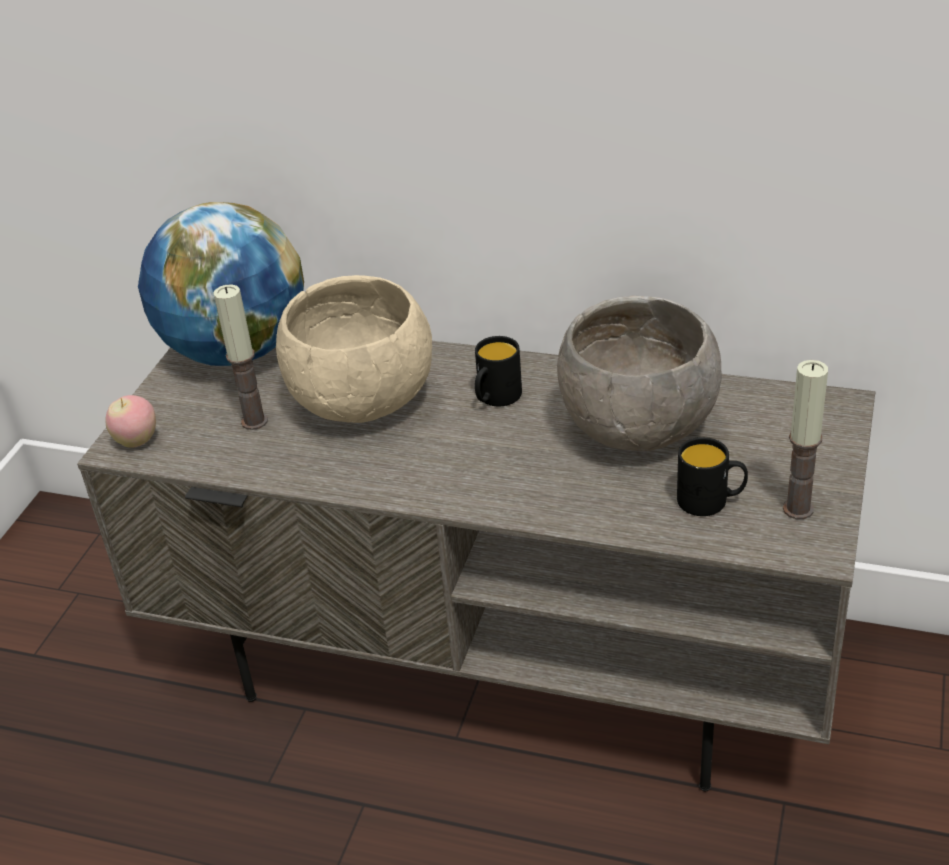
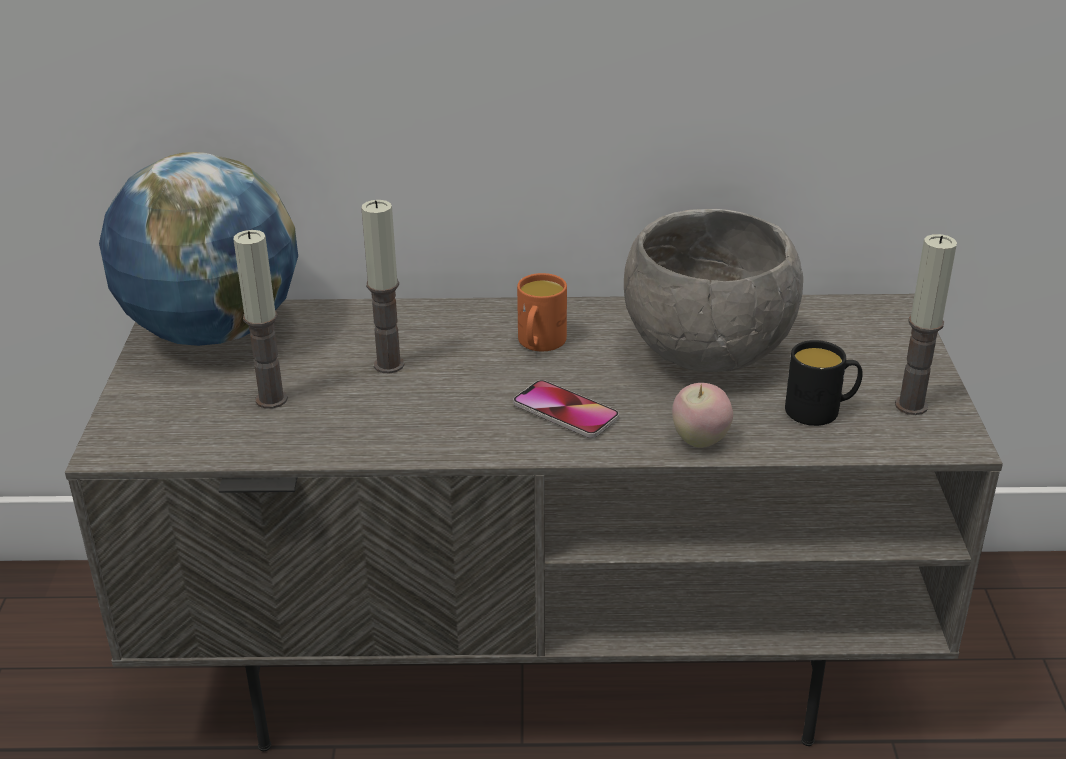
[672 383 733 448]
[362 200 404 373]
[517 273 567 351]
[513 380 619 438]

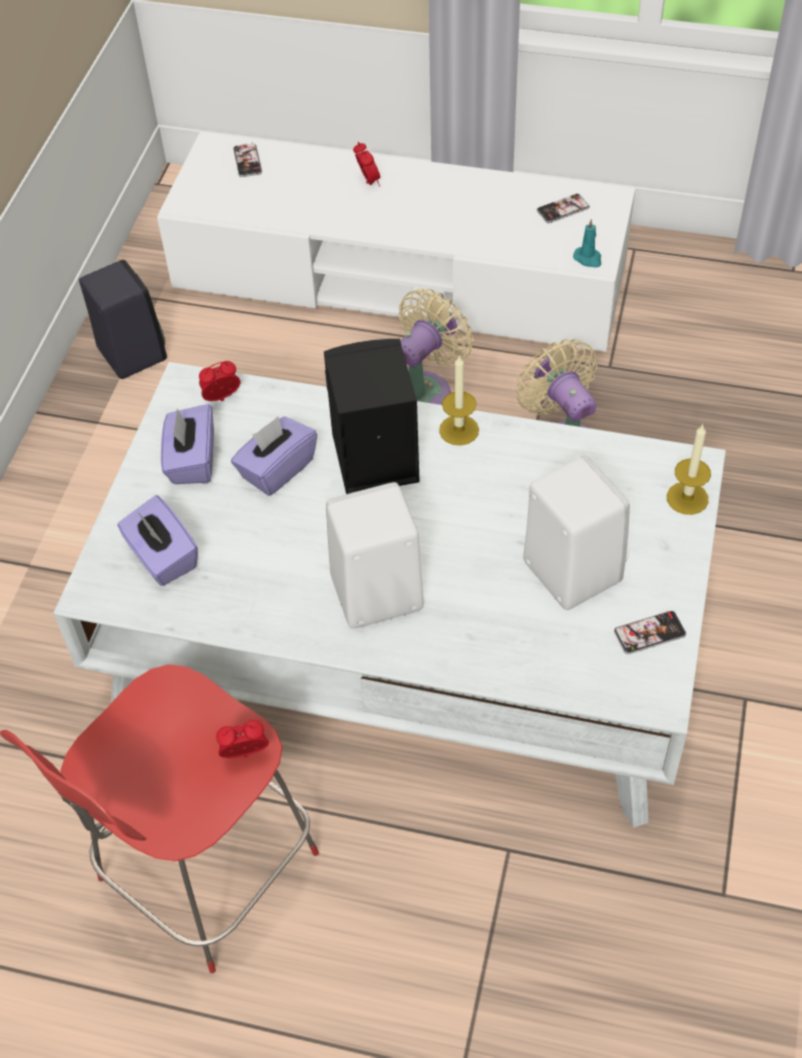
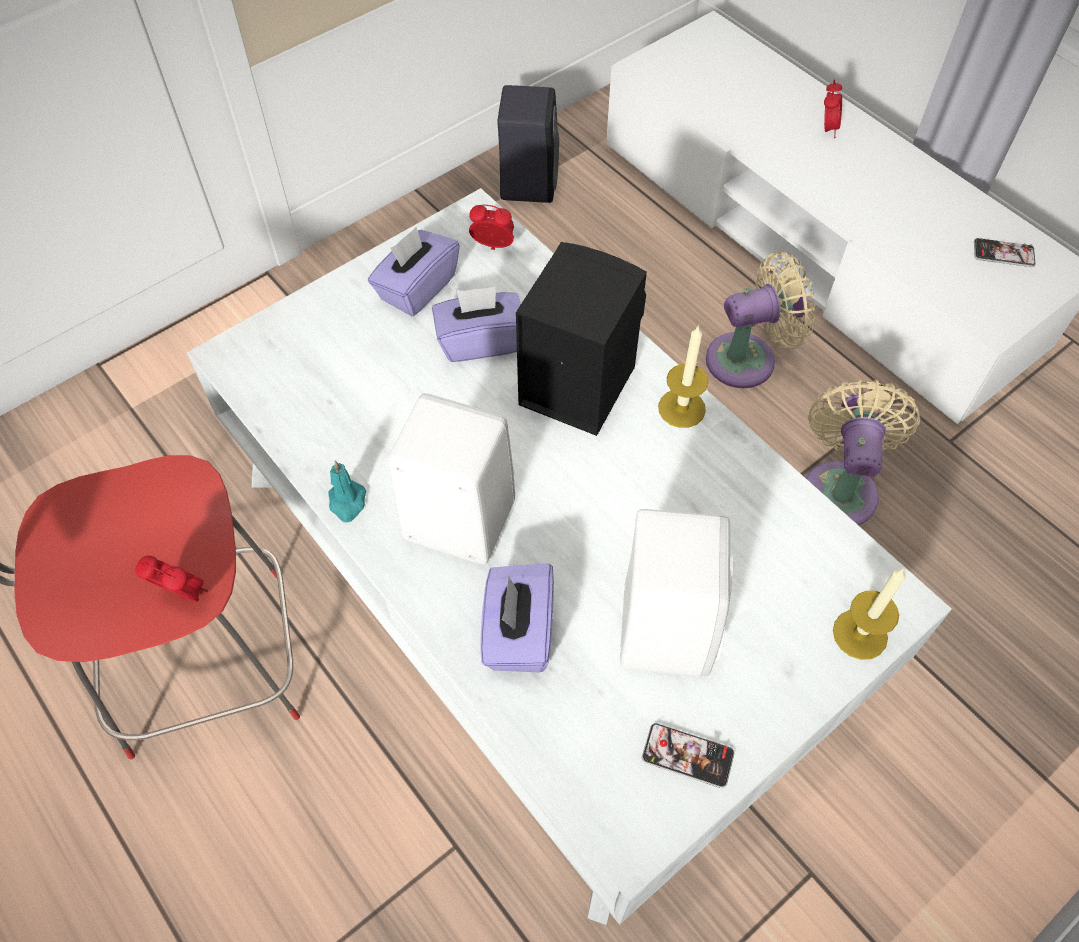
[480 563 554 673]
[233 143 262 177] (first image)
[328 460 366 523]

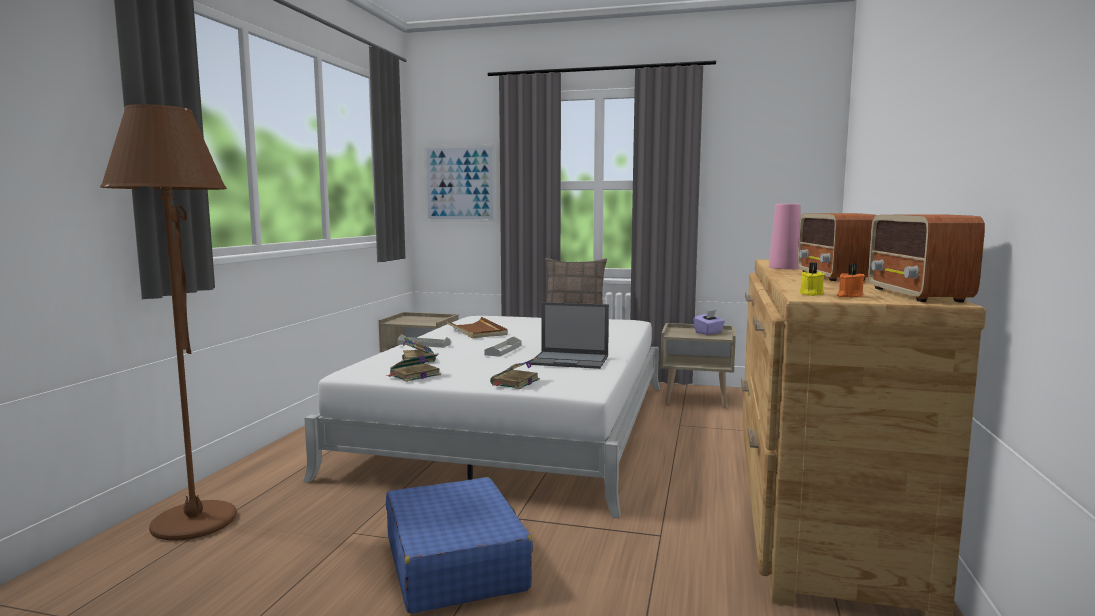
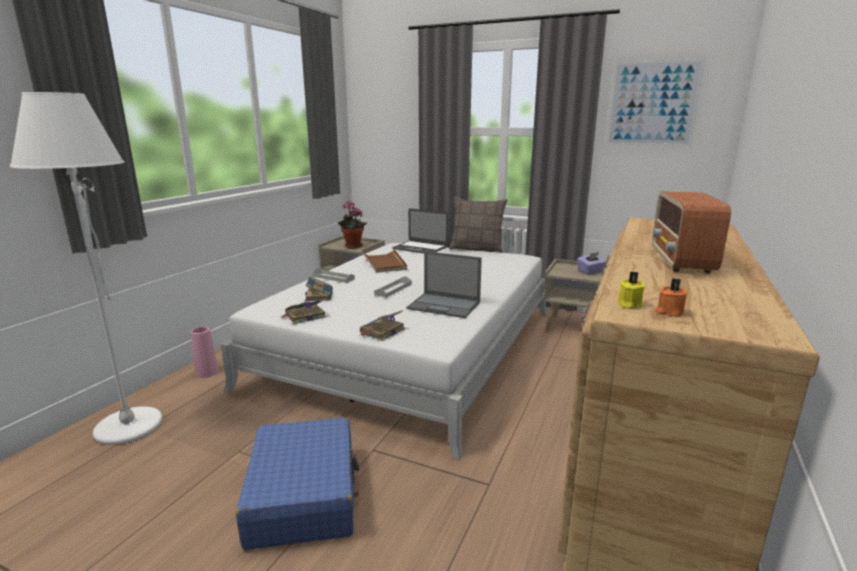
[9 92 162 444]
[606 58 705 147]
[191 327 219 378]
[868 215 985 302] (first image)
[338 201 367 248]
[392 209 448 253]

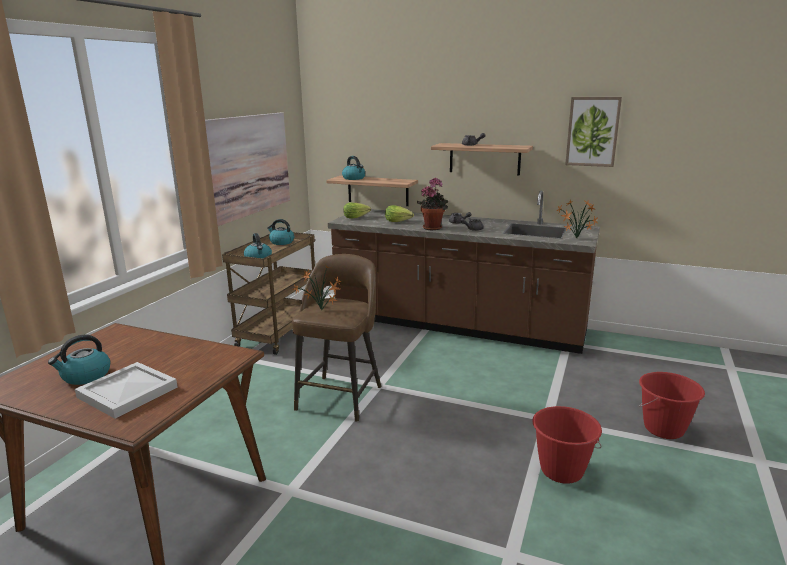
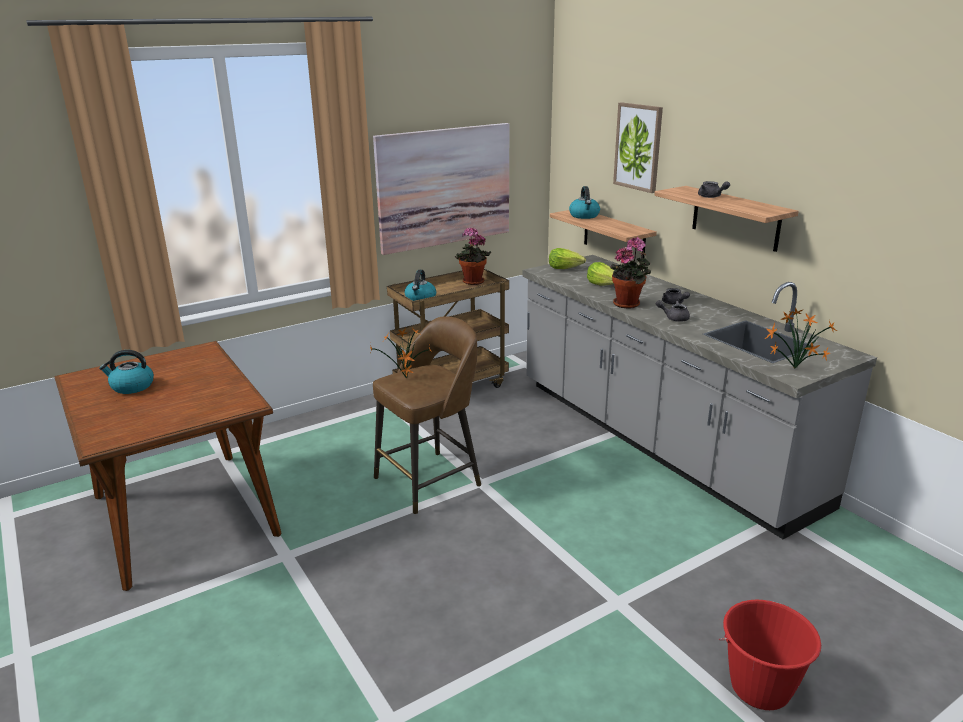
[75 362 178 419] (first image)
[455 228 491 285]
[522 255 877 539]
[532 406 602 484] (first image)
[613 102 663 193]

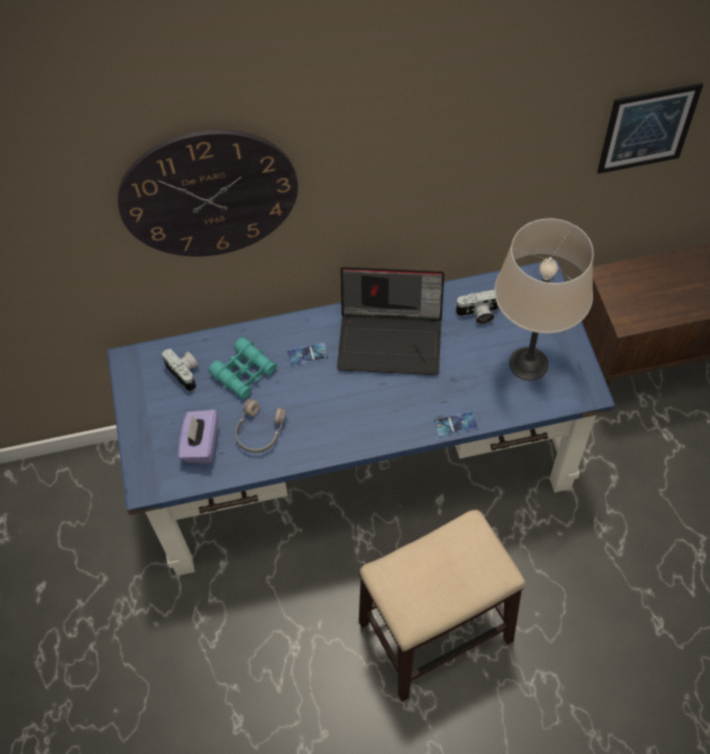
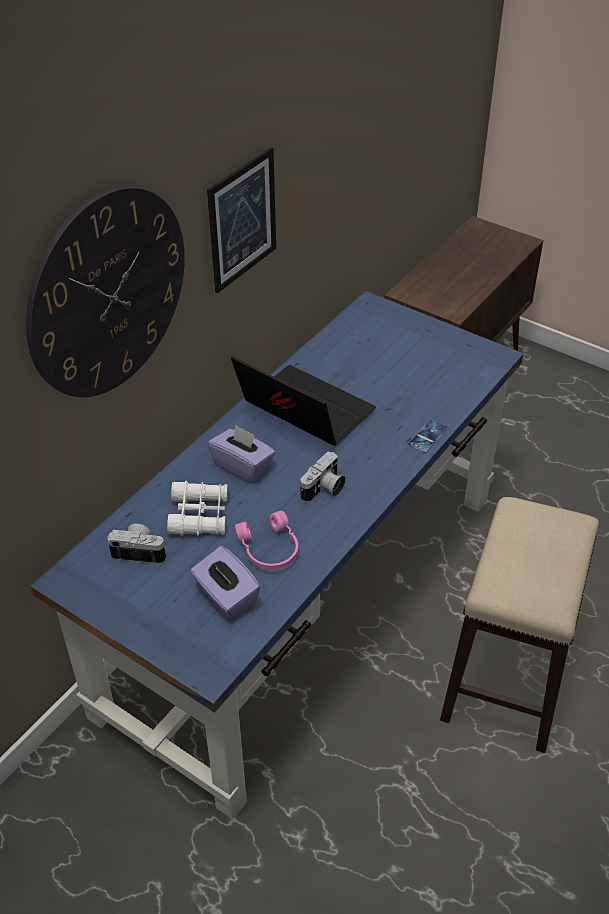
[167 481 228 536]
[235 511 298 569]
[208 424 275 483]
[231 356 376 446]
[300 452 346 502]
[494 219 594 381] (first image)
[207 147 276 293]

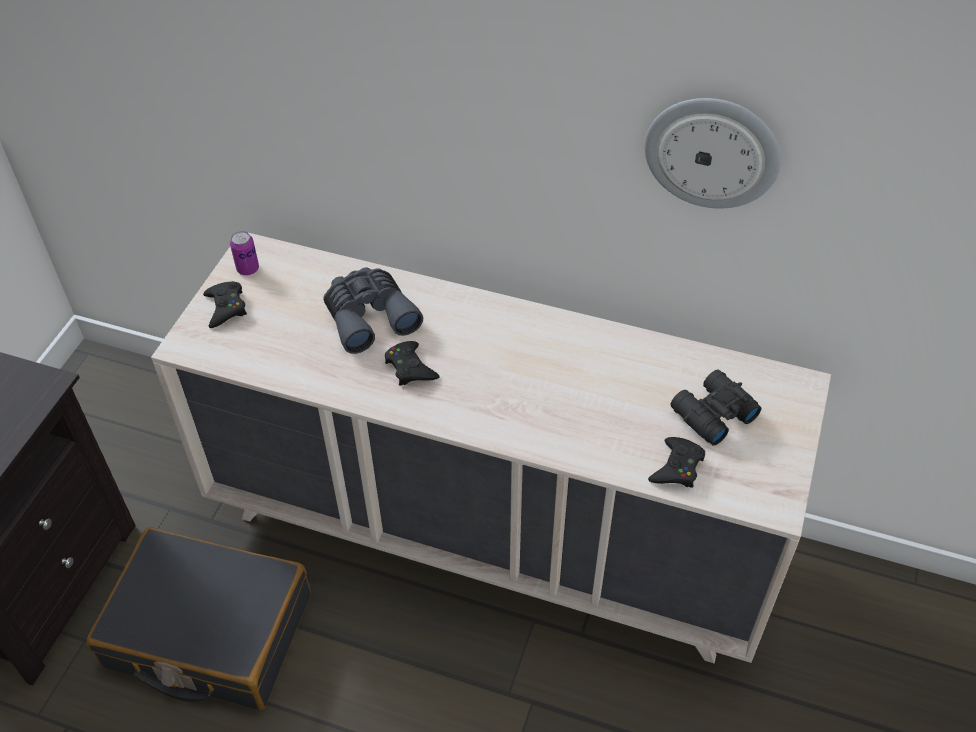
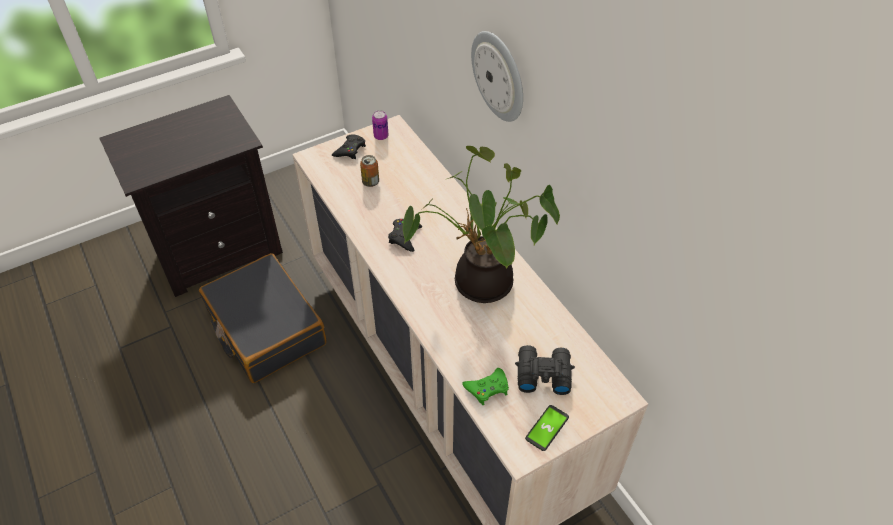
[323 267 423 354] (first image)
[471 31 523 122]
[462 368 509 405]
[360 155 379 187]
[403 146 560 303]
[525 405 569 451]

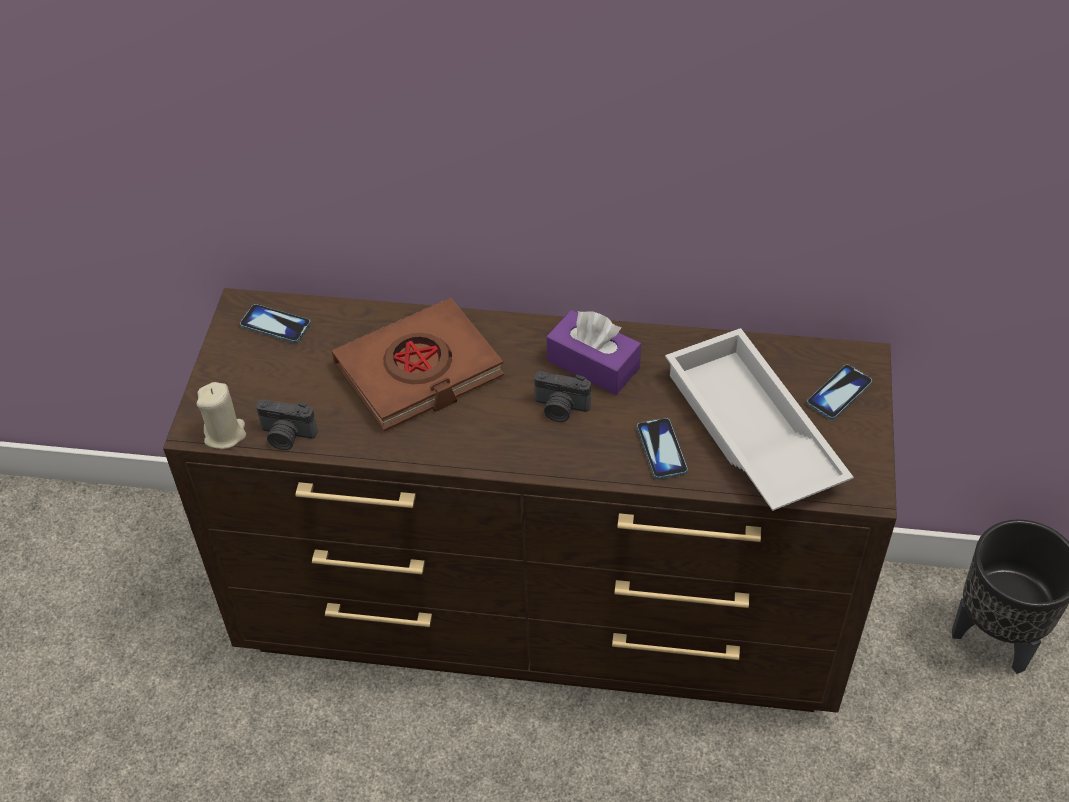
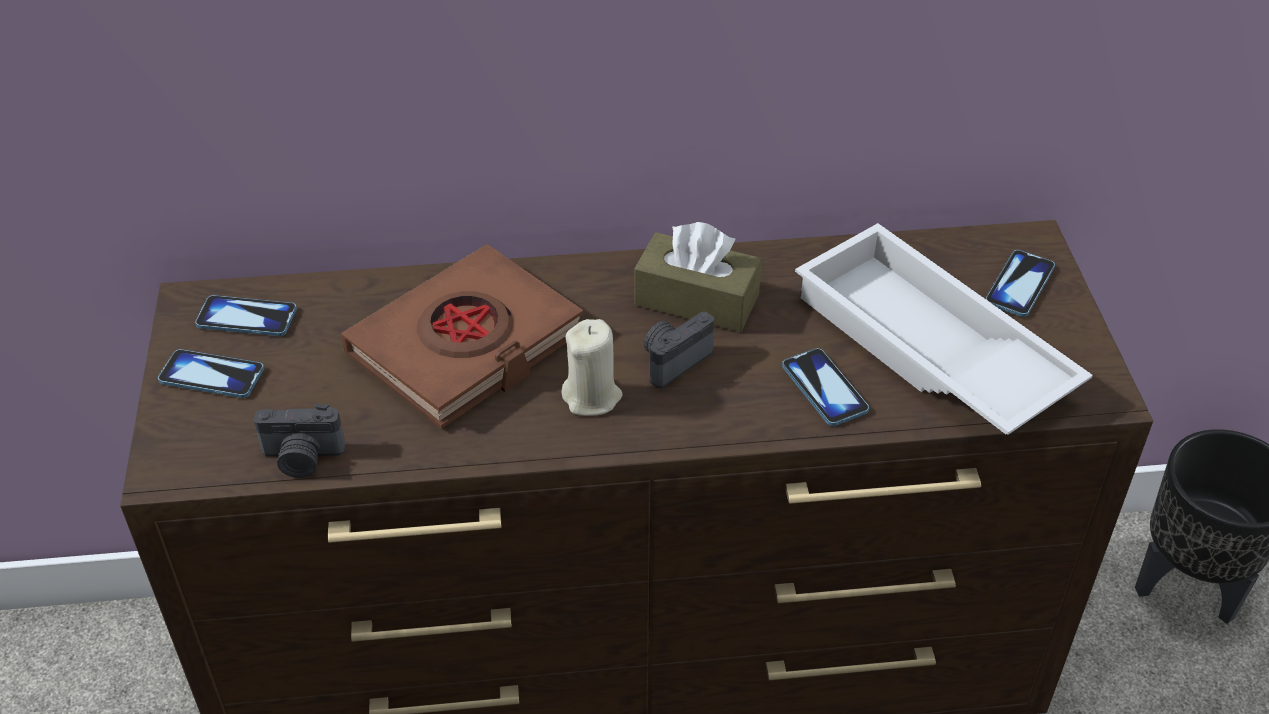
[561 319 623 416]
[644 312 714 388]
[634 222 762 332]
[158 349 264 398]

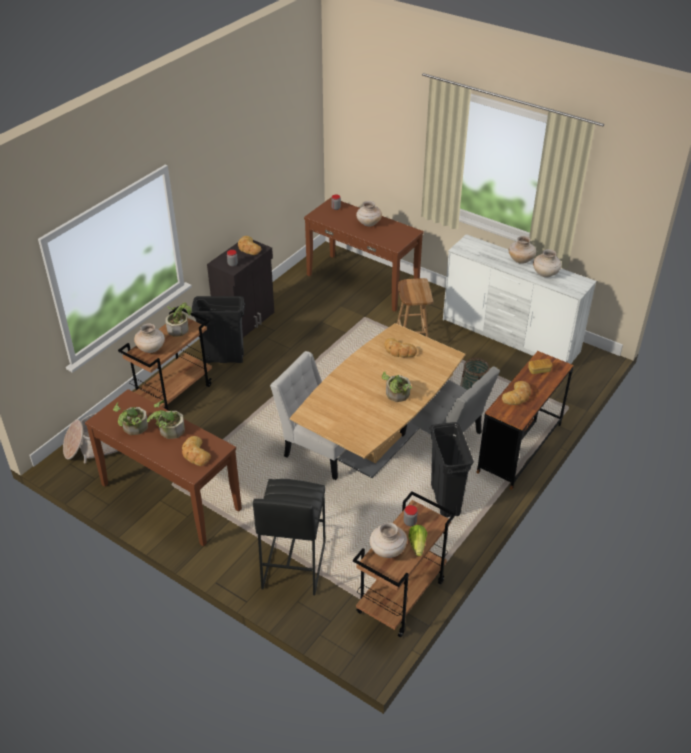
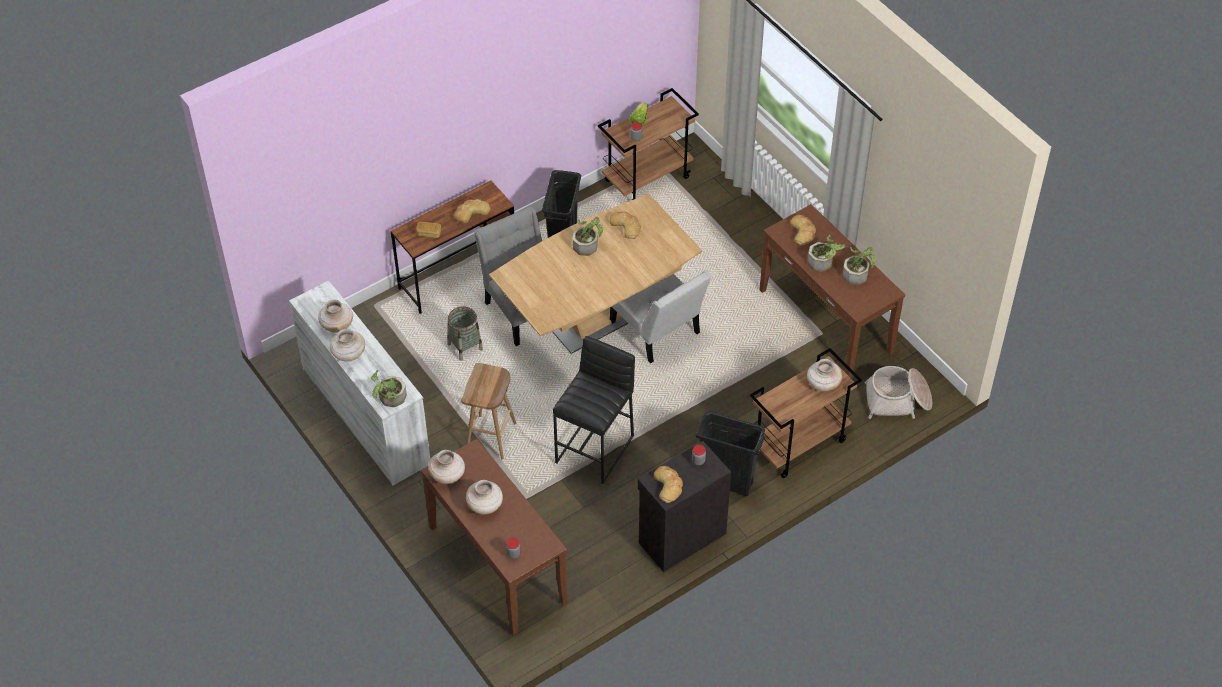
[371 370 407 407]
[553 336 635 484]
[428 450 465 484]
[610 212 641 239]

